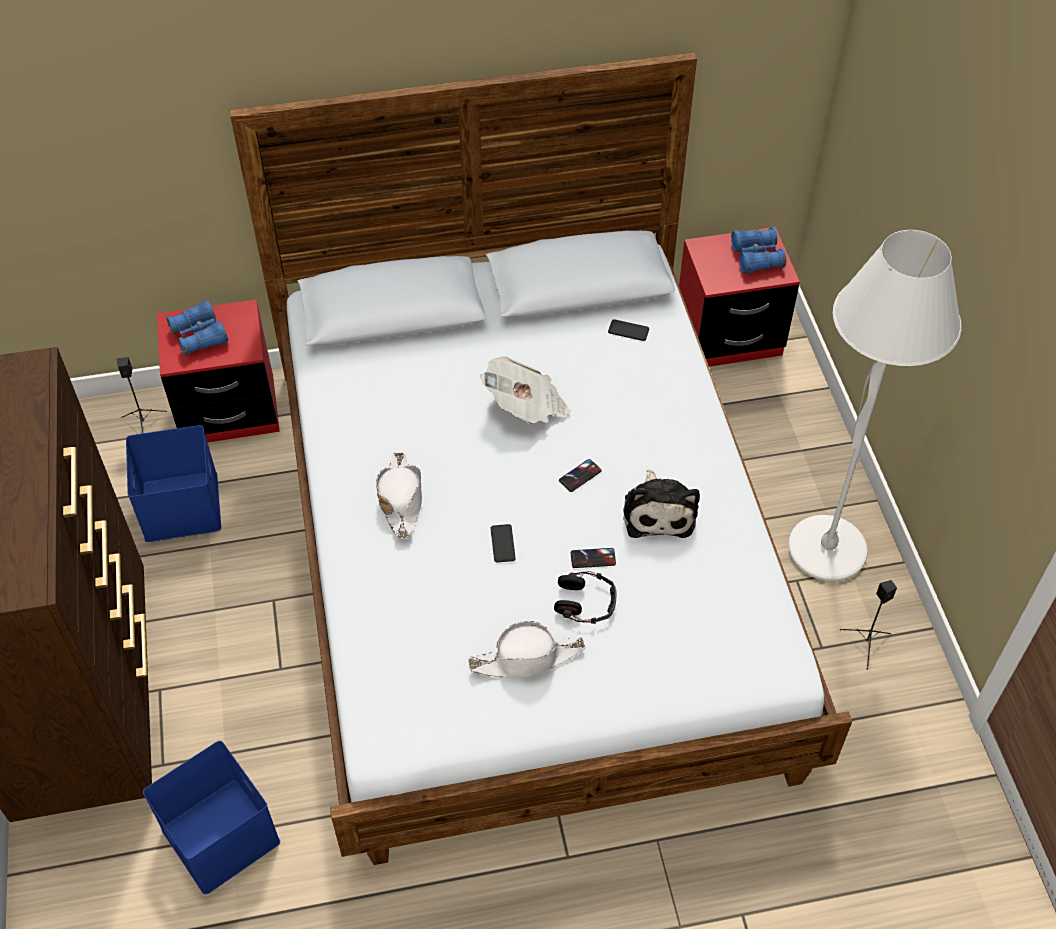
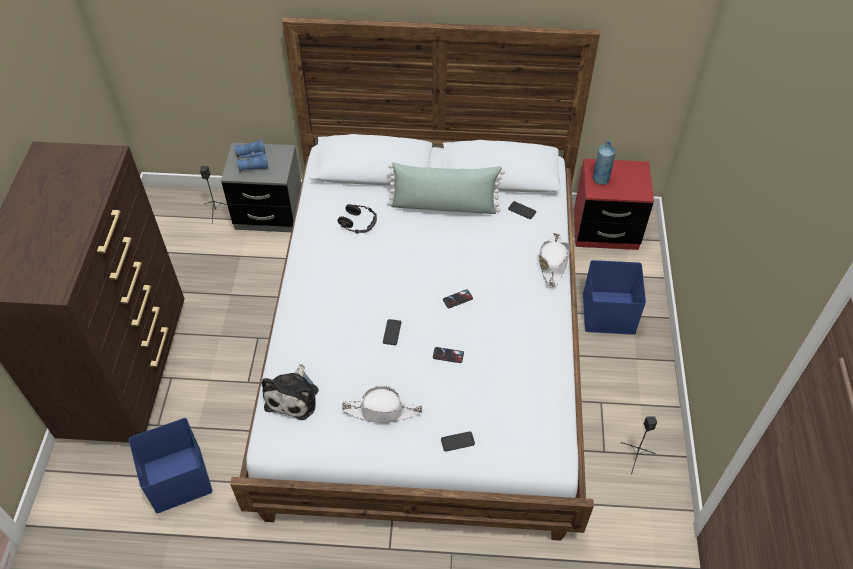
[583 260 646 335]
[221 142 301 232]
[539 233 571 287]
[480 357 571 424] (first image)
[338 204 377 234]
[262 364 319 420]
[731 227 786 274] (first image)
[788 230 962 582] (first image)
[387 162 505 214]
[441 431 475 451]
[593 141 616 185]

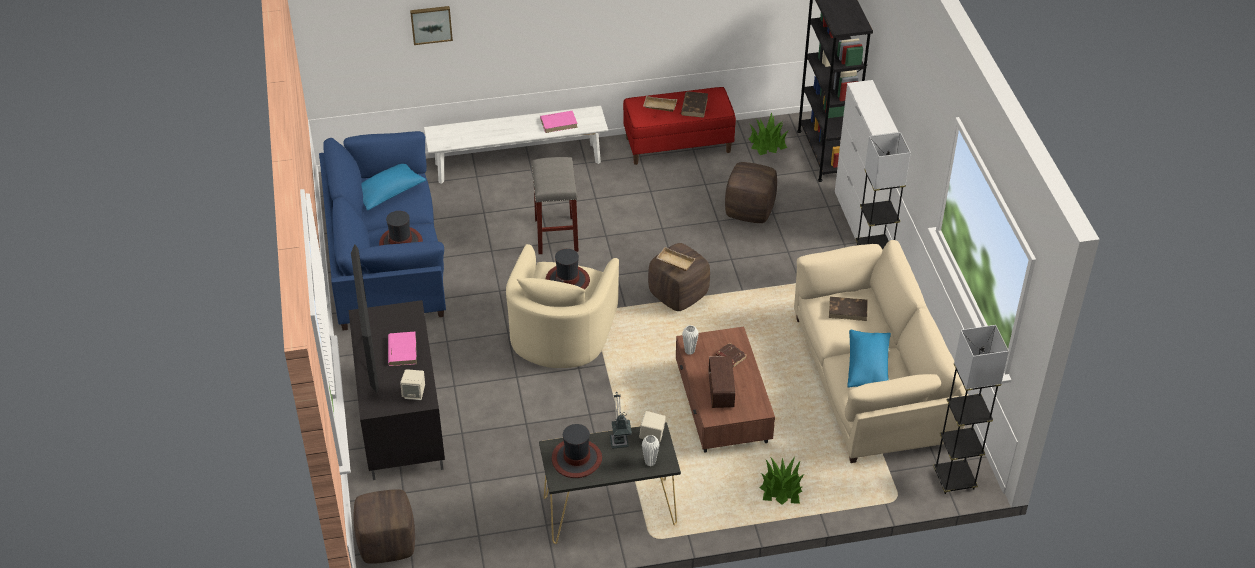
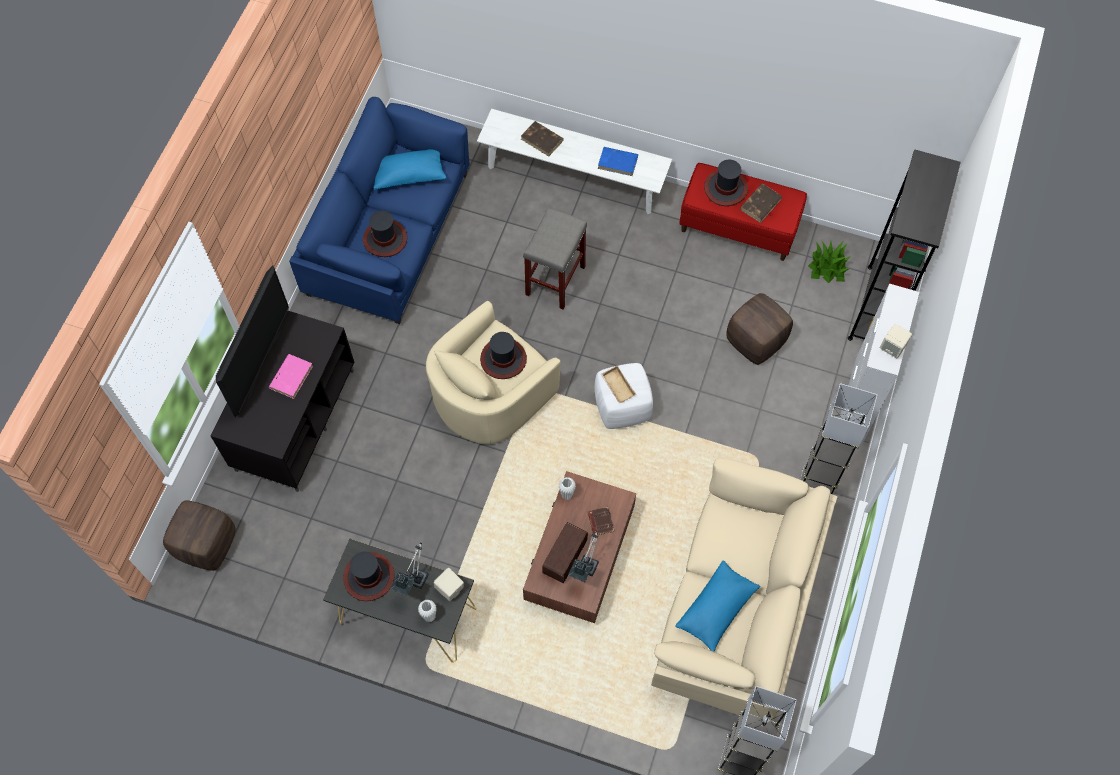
[880 324 912 358]
[410 6 453 45] (first image)
[598 147 638 176]
[704 159 748 206]
[595 363 653 429]
[760 457 805 505] (first image)
[521 121 564 157]
[568 531 599 582]

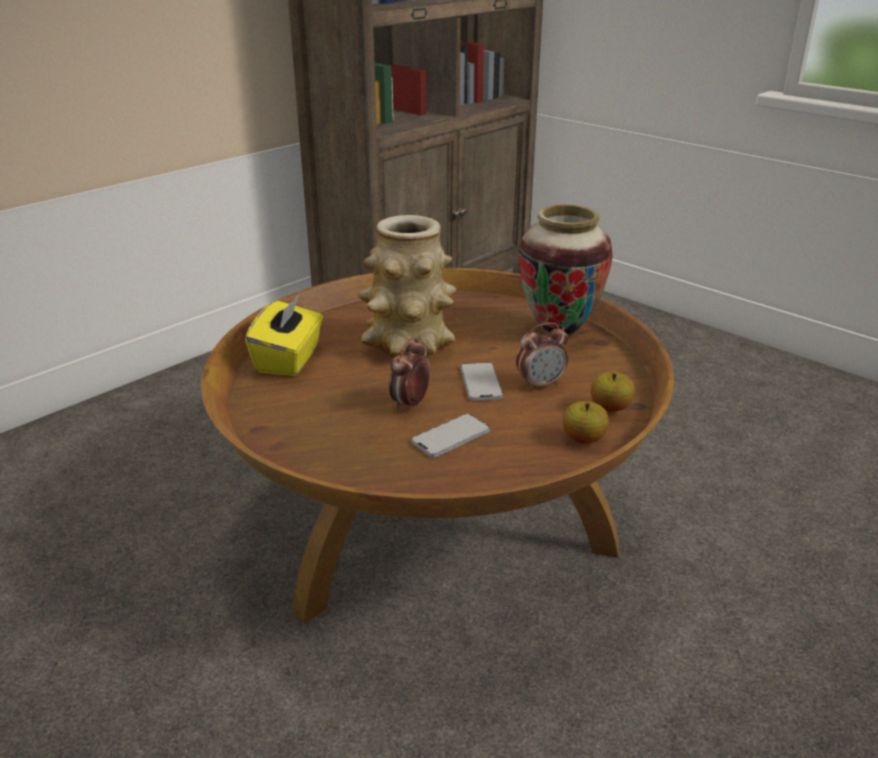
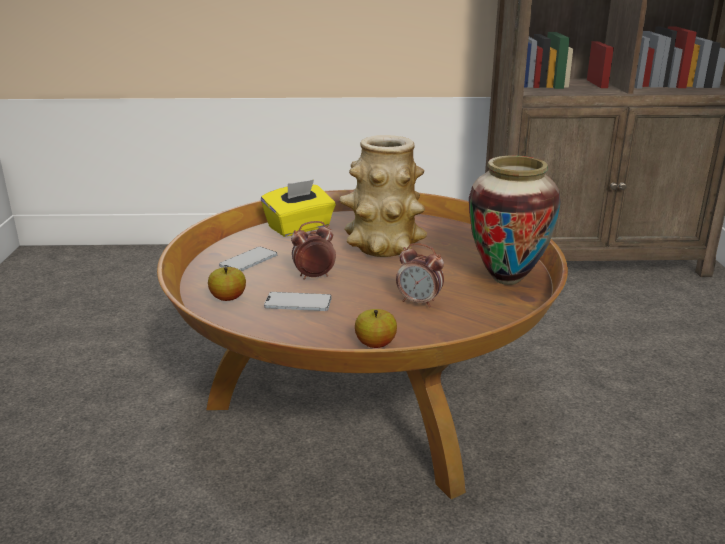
[219 247 277 271]
[208 267 246 301]

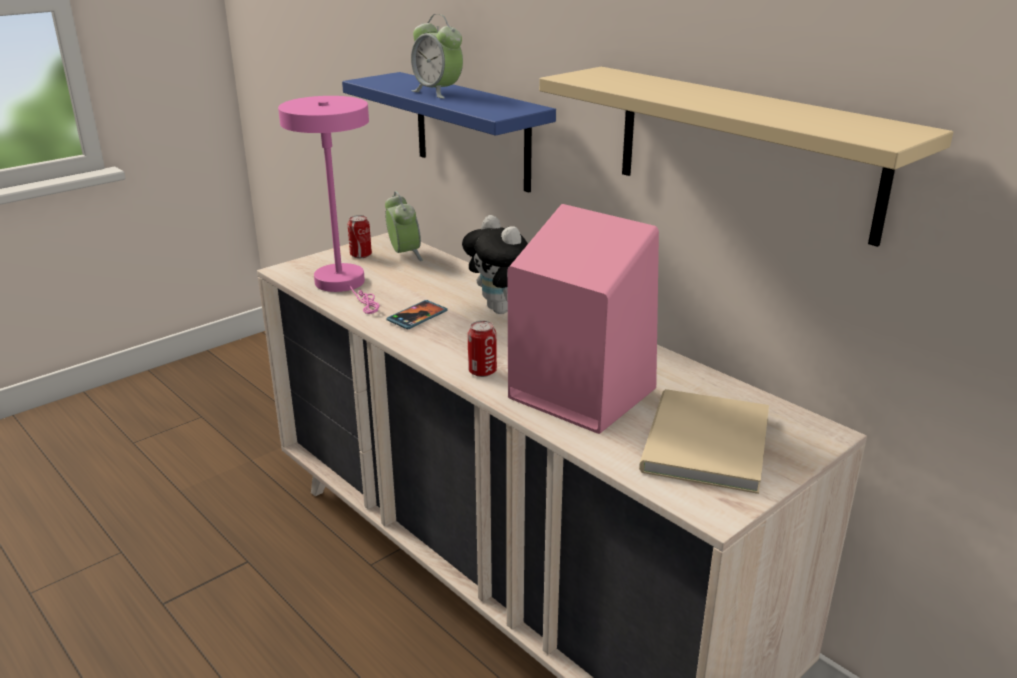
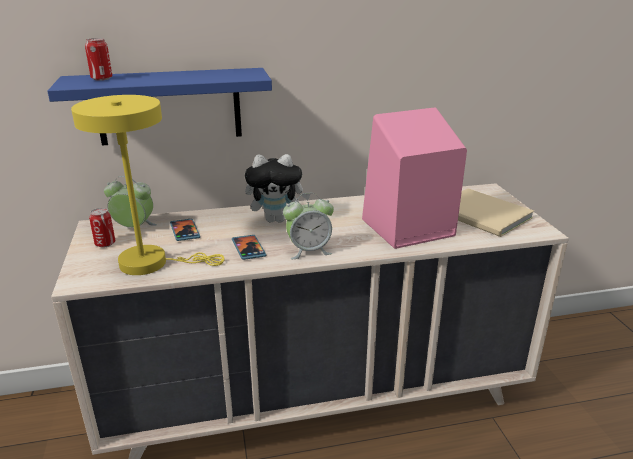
[71 95 225 275]
[283 193 334 259]
[85 38 113 81]
[539 67 953 247] (first image)
[170 219 200 241]

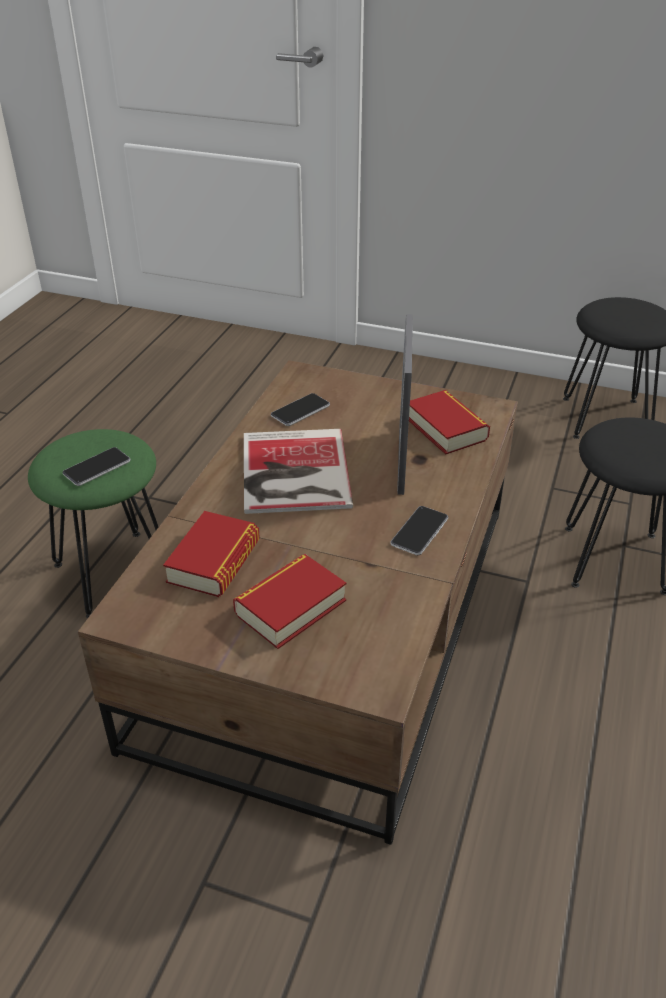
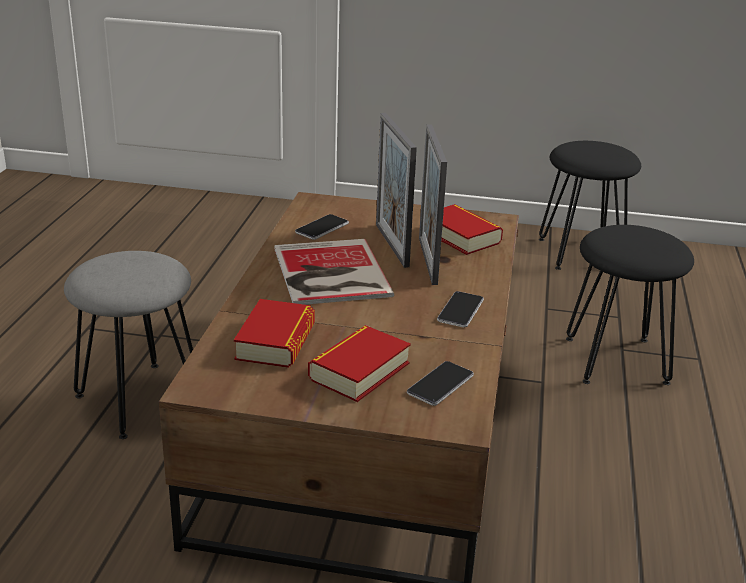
[64 251 193 439]
[407 361 474 406]
[376 113 417 268]

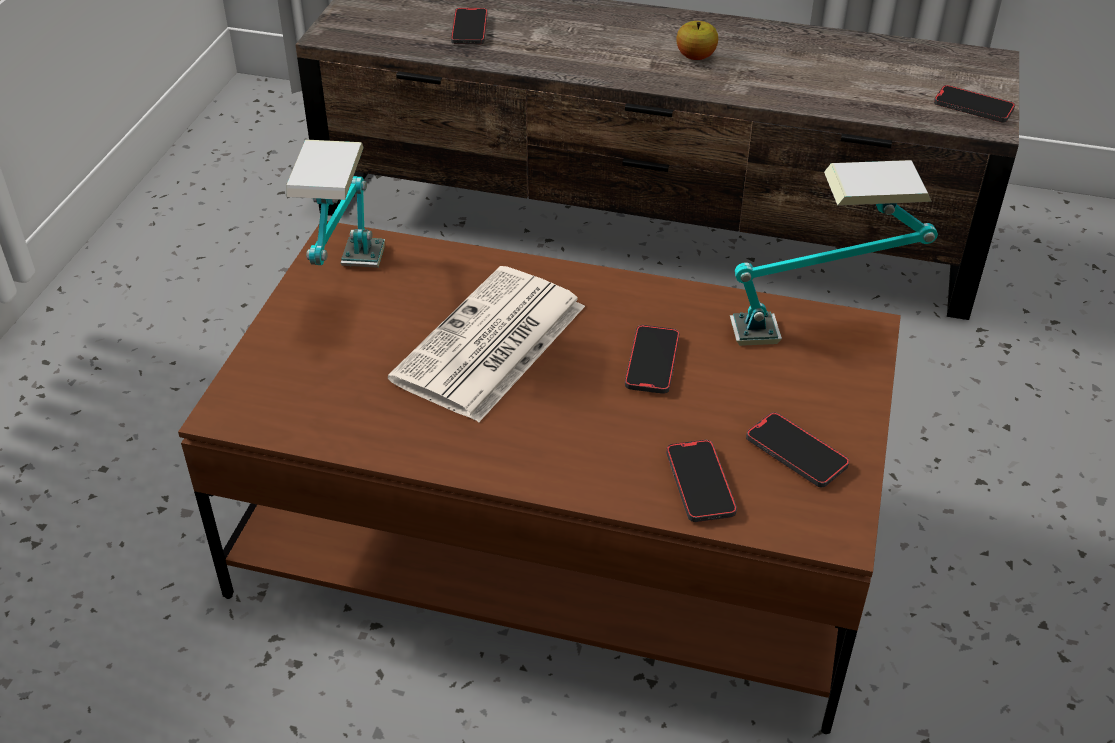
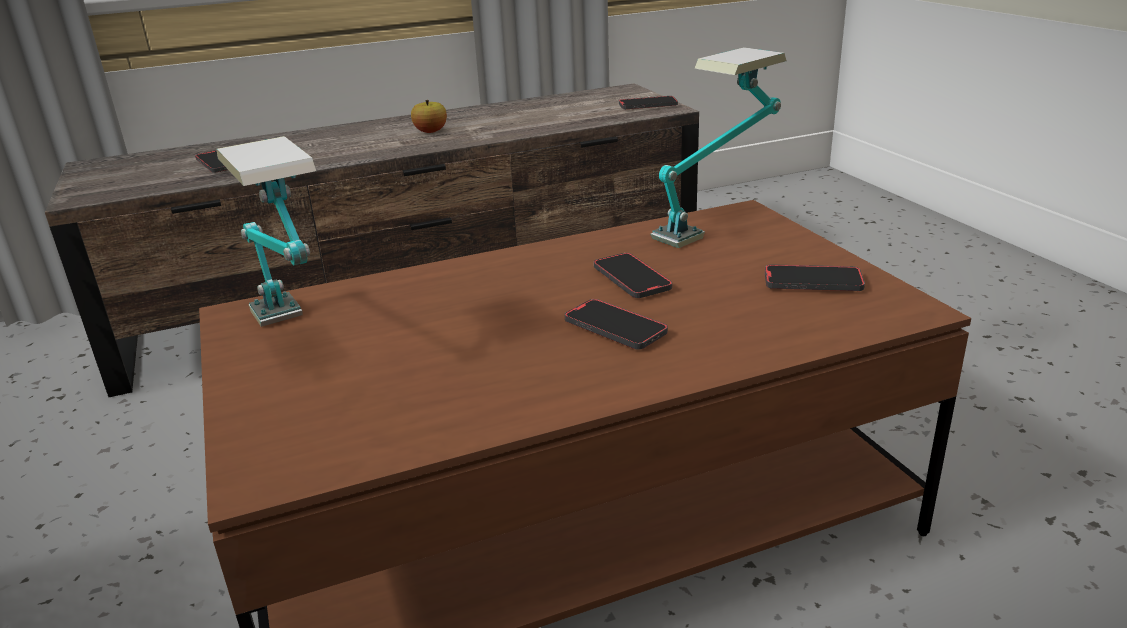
[388 266 585 422] (first image)
[565 299 668 349]

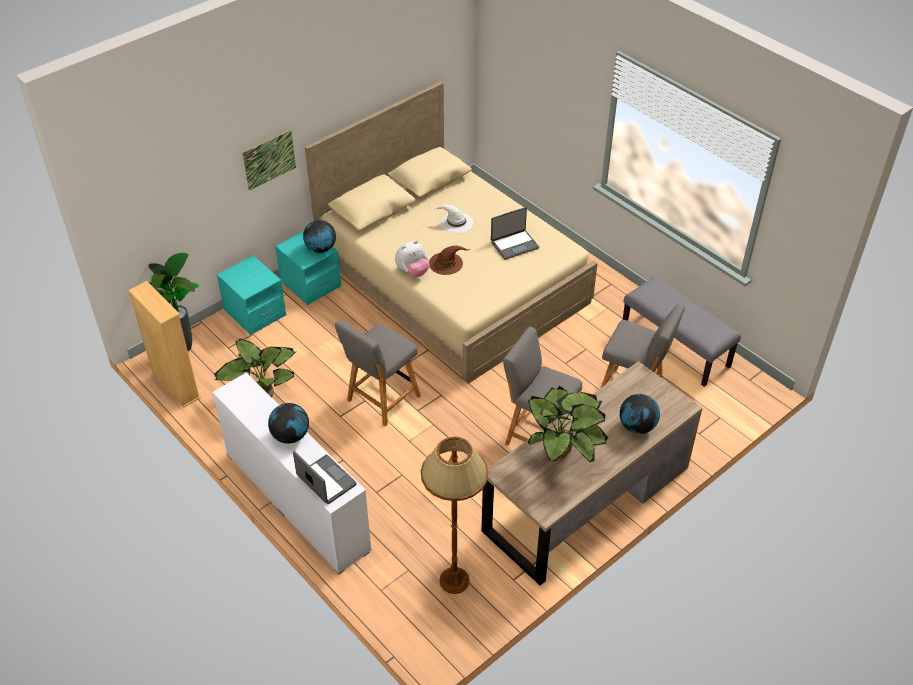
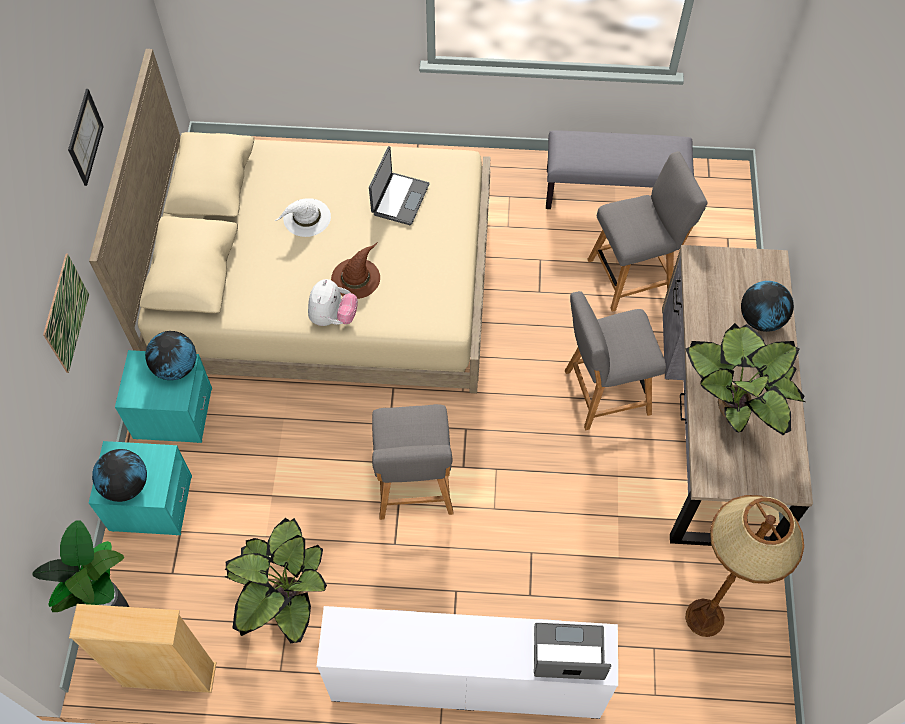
[92 449 147 502]
[68 89 104 186]

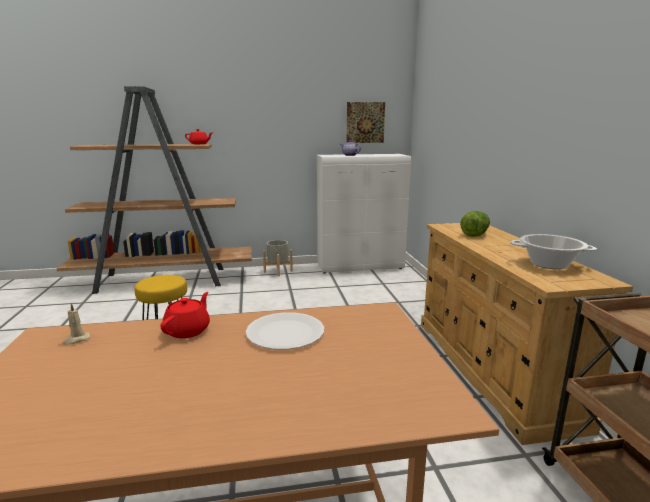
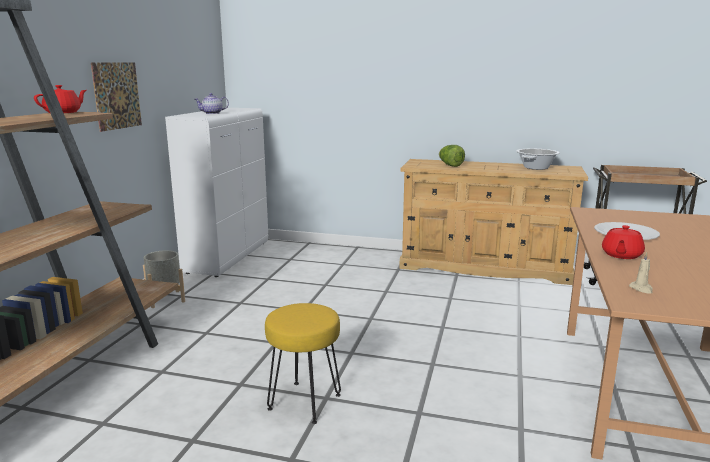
[602 225 645 259]
[91 62 142 132]

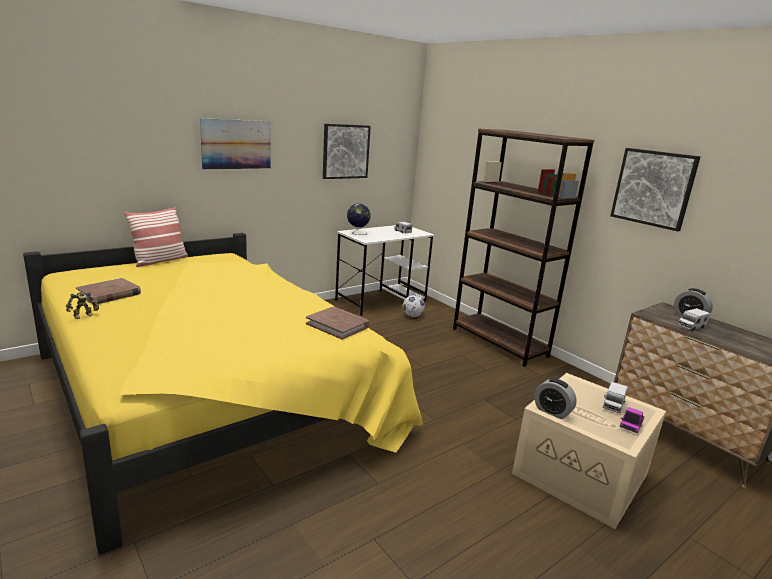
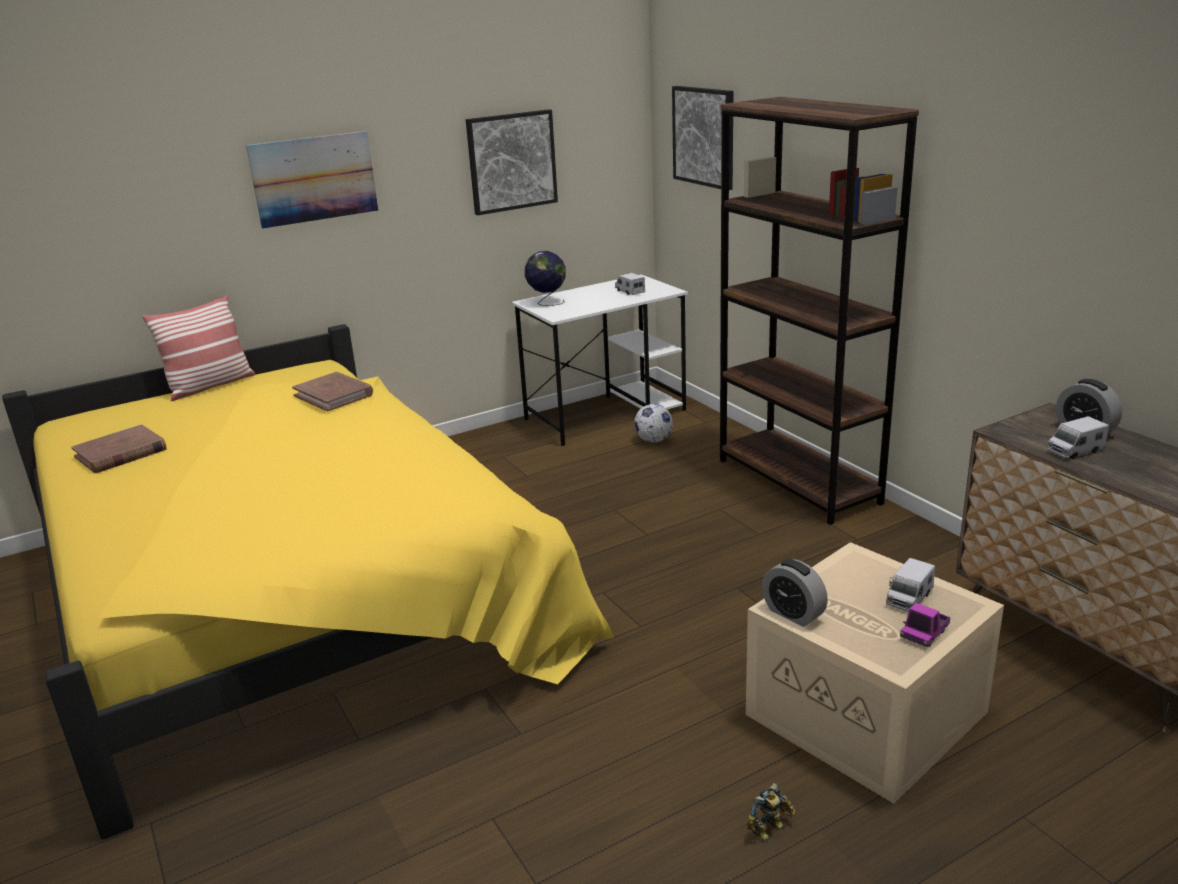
[746 783 795 842]
[292 372 373 412]
[672 86 733 190]

